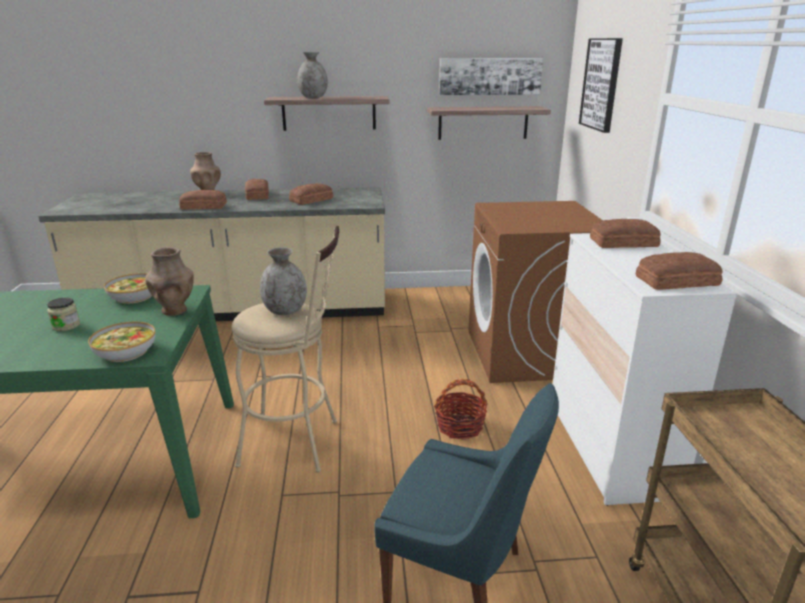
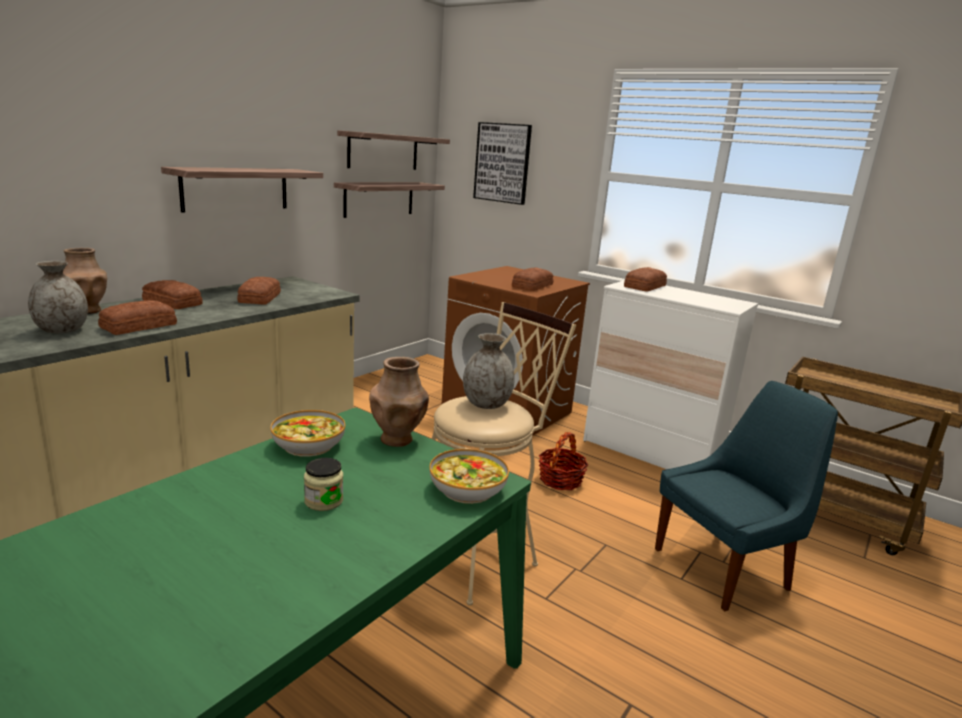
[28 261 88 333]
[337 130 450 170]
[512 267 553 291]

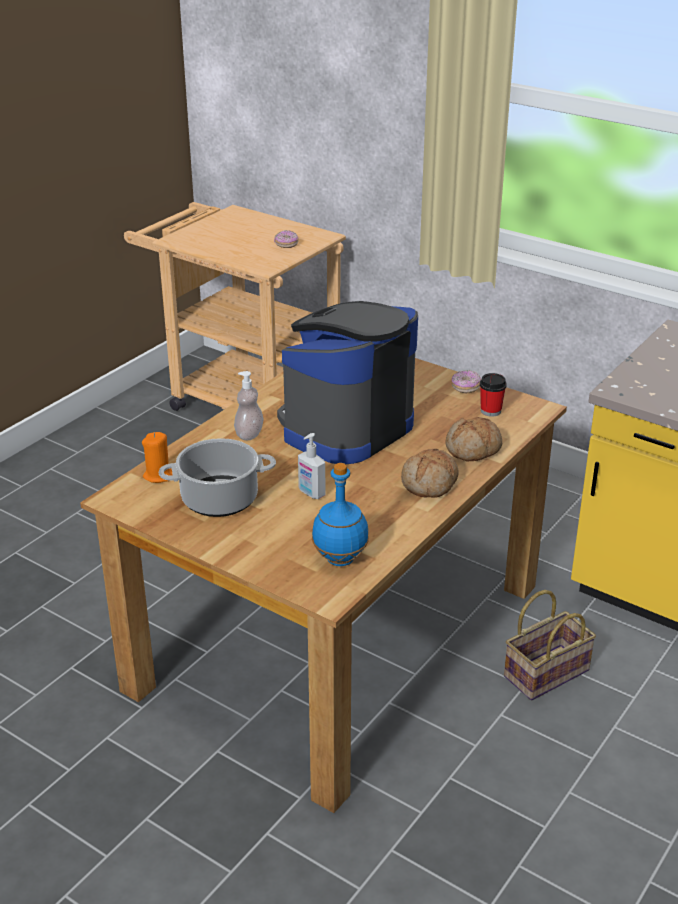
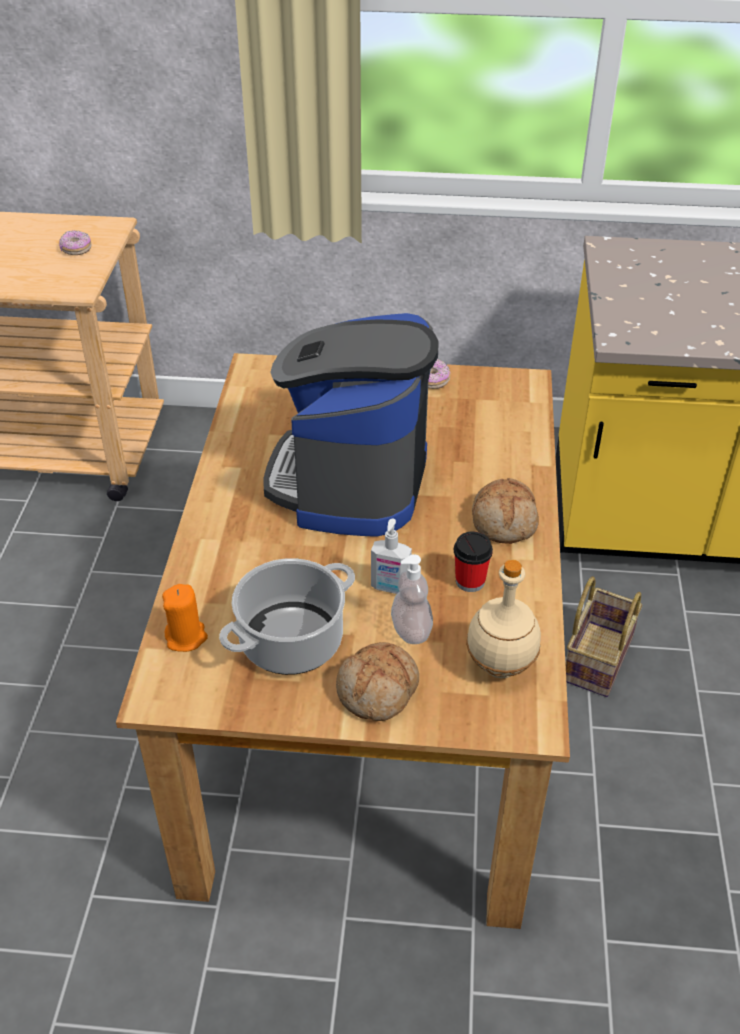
[336 642 419 721]
[391 554 433 644]
[454 532 493 592]
[466 560 541 678]

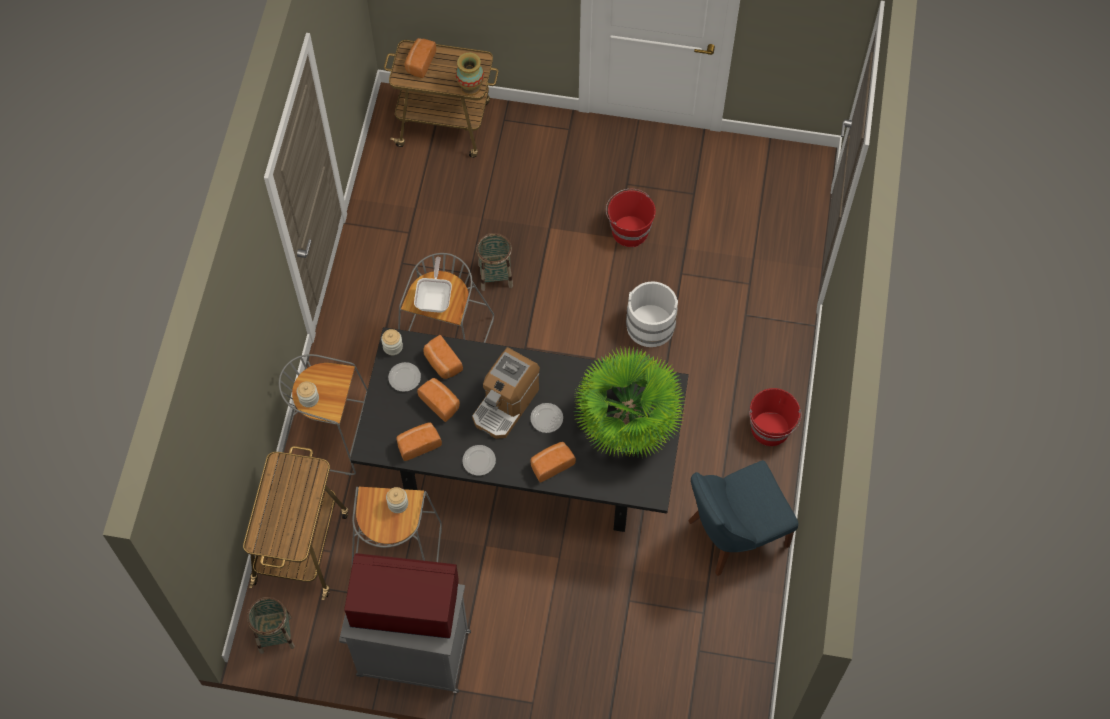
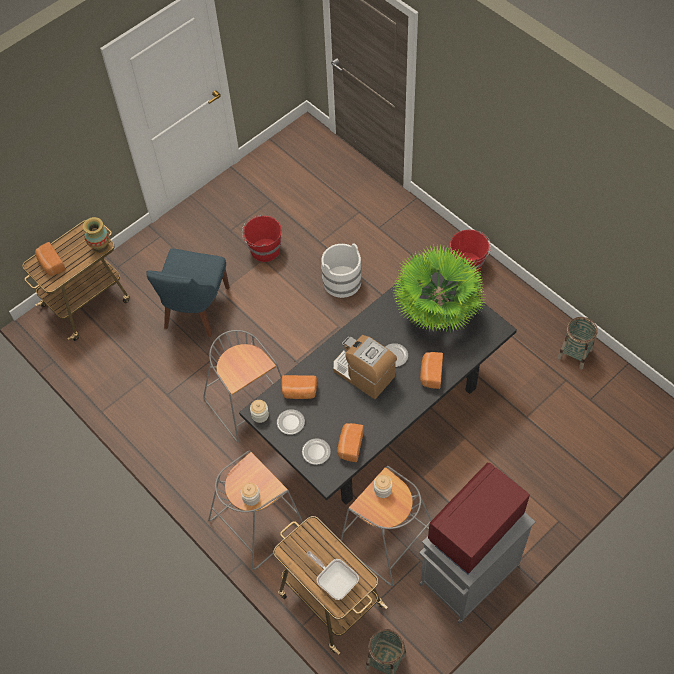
[146 248 229 337]
[302 438 331 465]
[306 551 359 600]
[333 335 397 399]
[558 317 597 369]
[417 378 460 422] (first image)

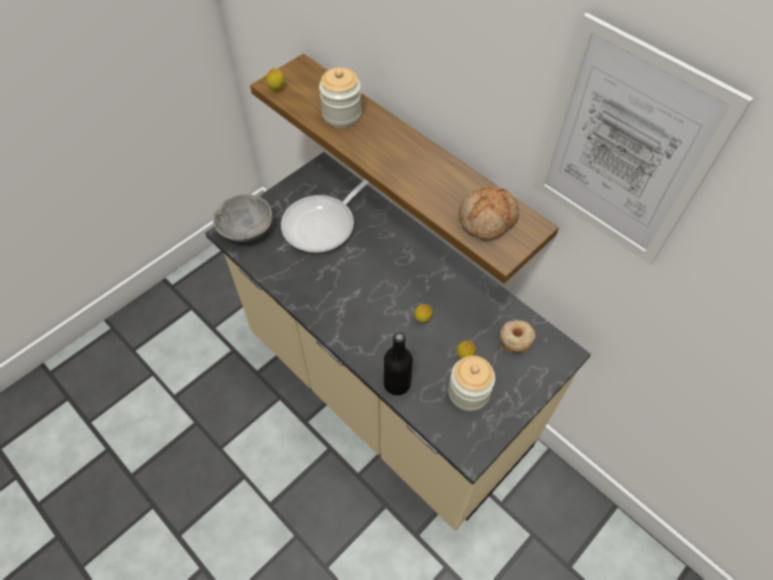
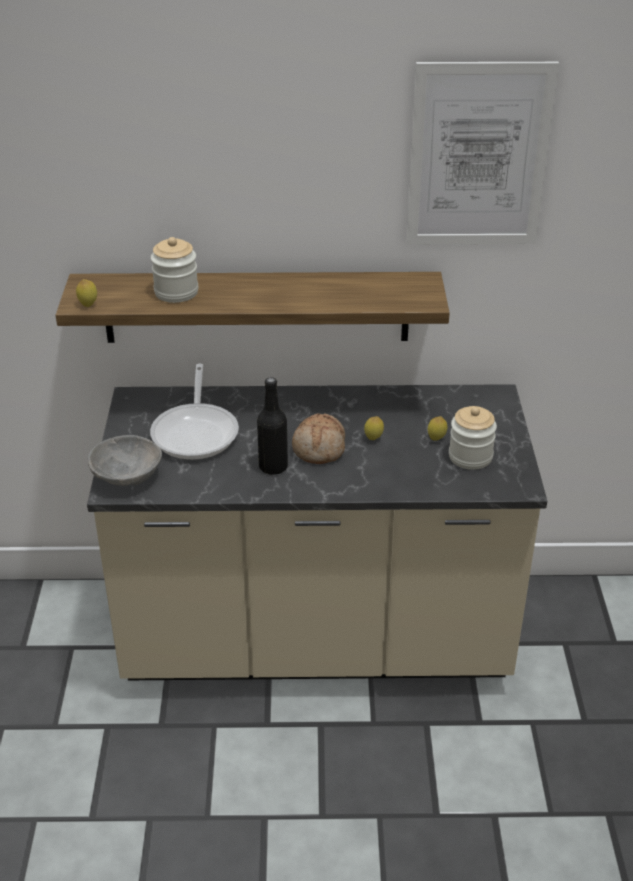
[257 377 288 475]
[292 413 345 464]
[500 320 536 353] (first image)

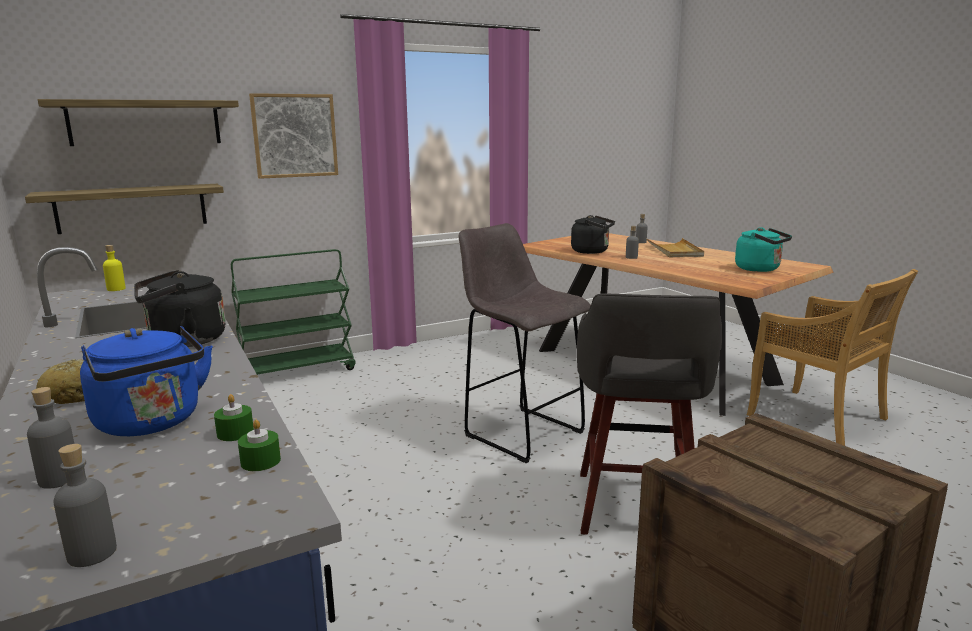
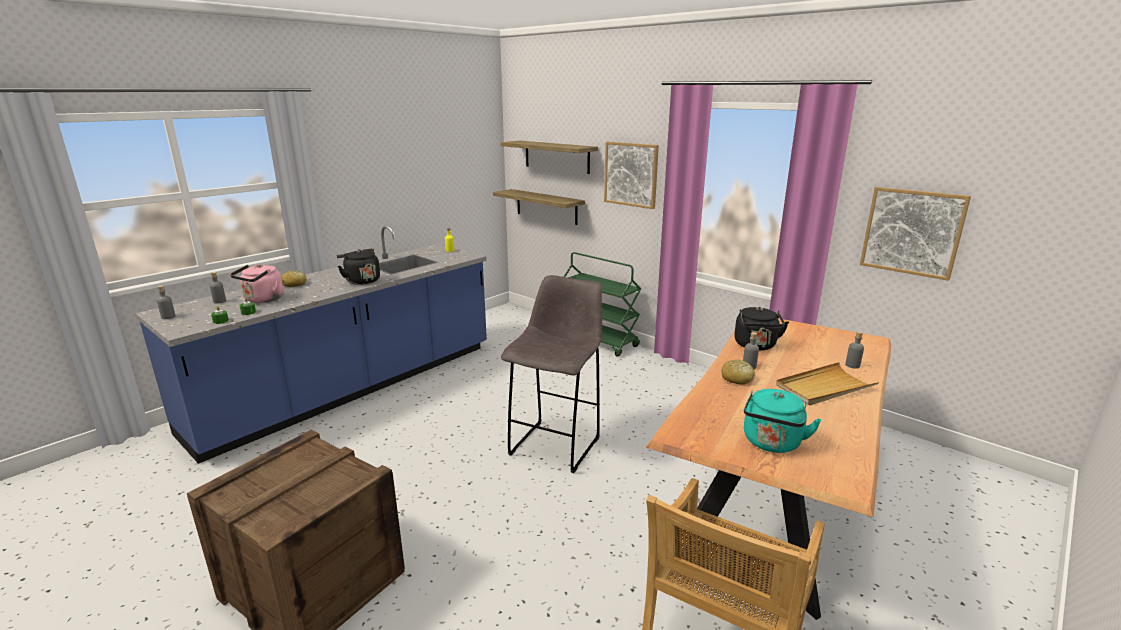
[230 264 283 303]
[721 359 755 385]
[860 187 971 281]
[577 293 723 535] (first image)

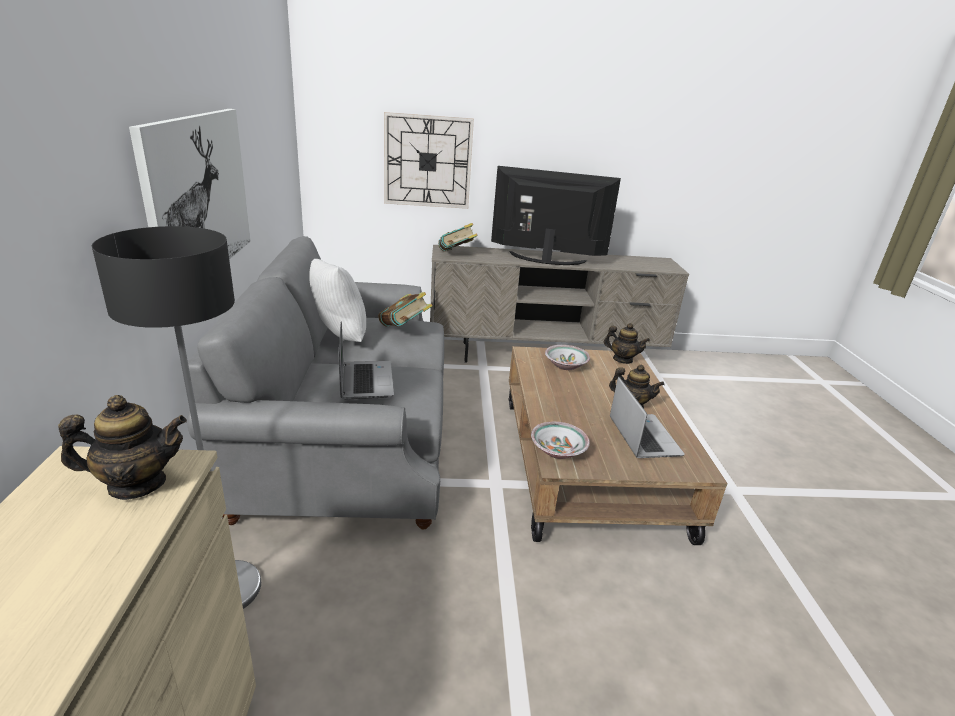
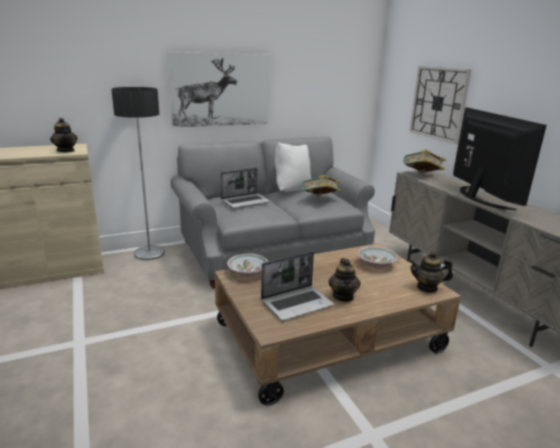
[409 251 453 293]

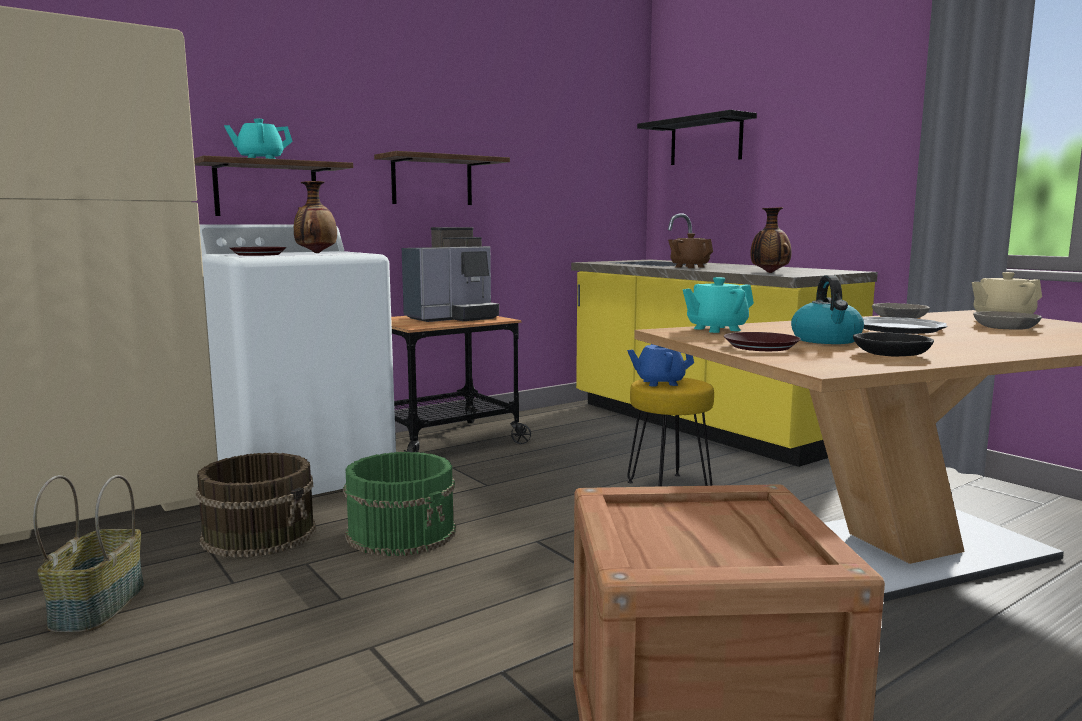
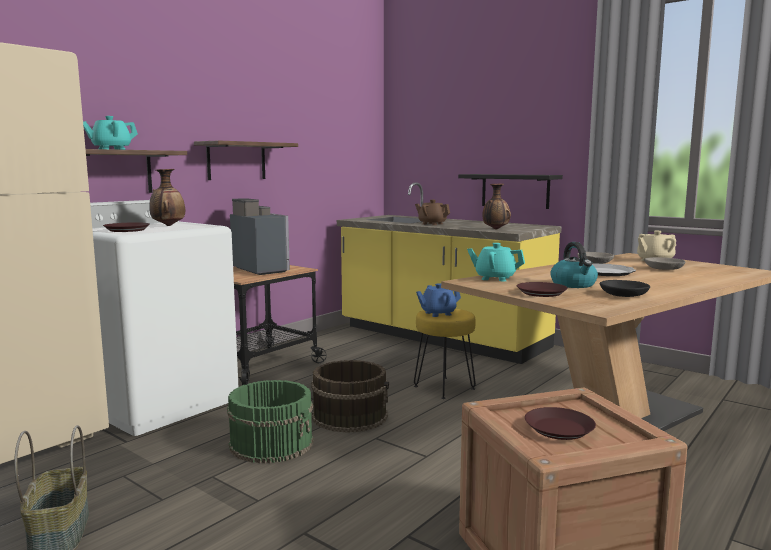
[230 198 290 275]
[311 360 389 433]
[458 174 563 209]
[467 243 525 282]
[525 407 596 440]

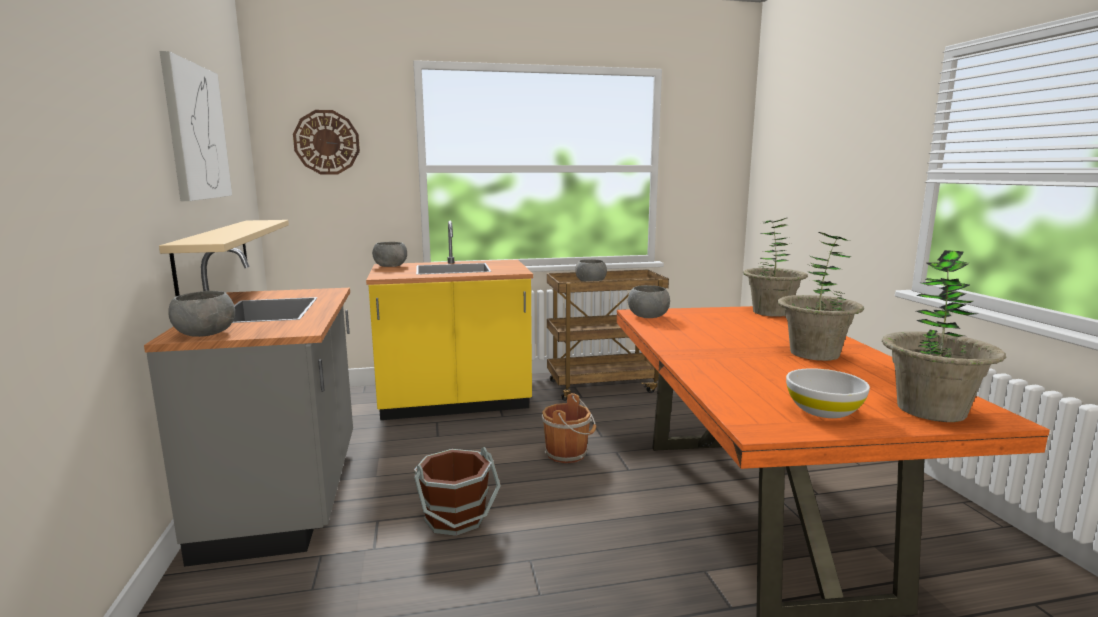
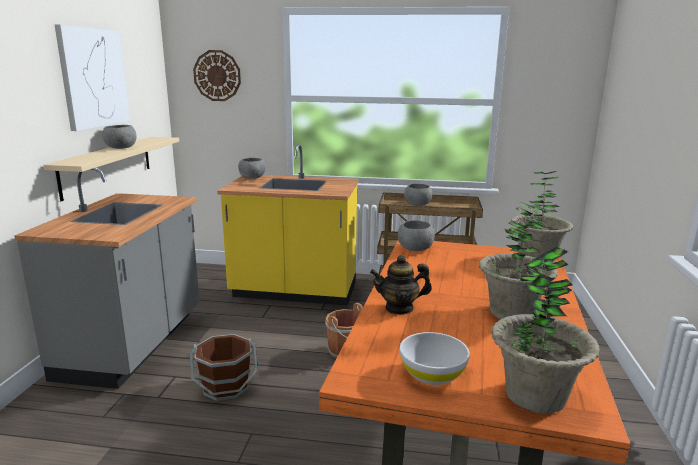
[102 125 137 149]
[370 255 432 315]

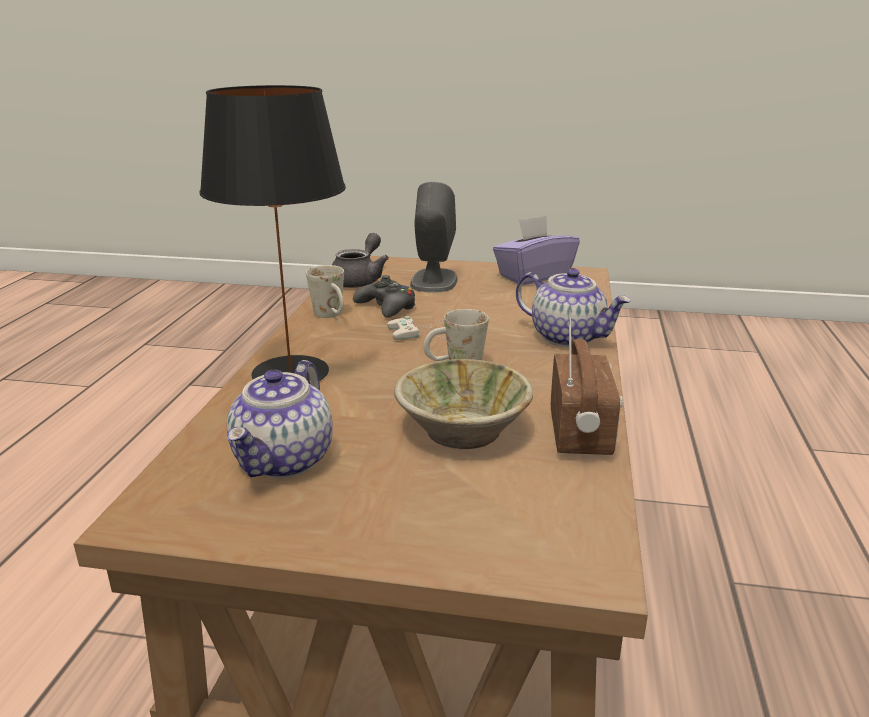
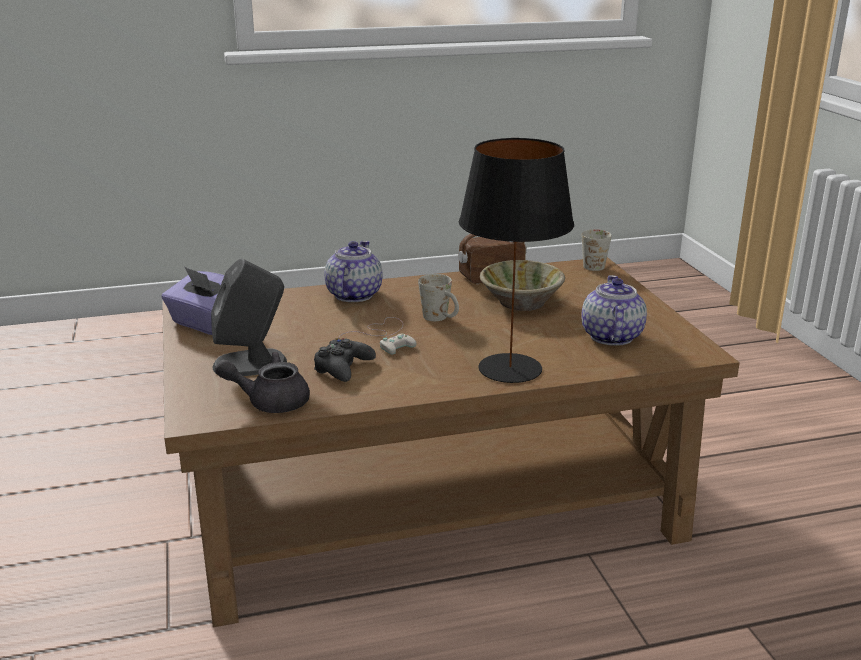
[581 275 647 346]
[582 229 612 271]

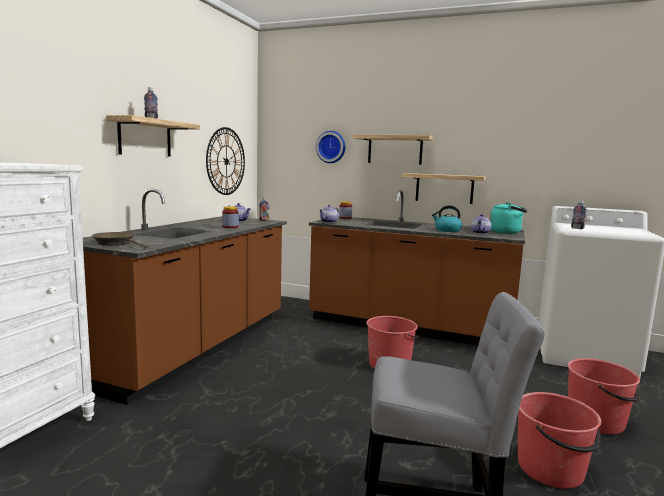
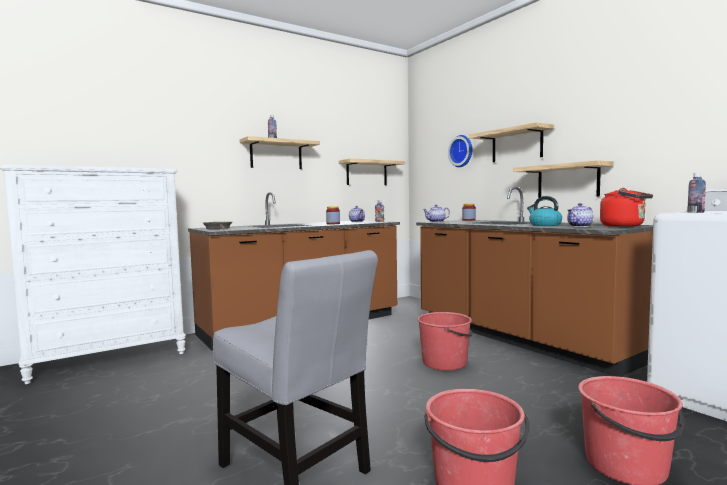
[339 159 405 185]
[600 188 653 227]

